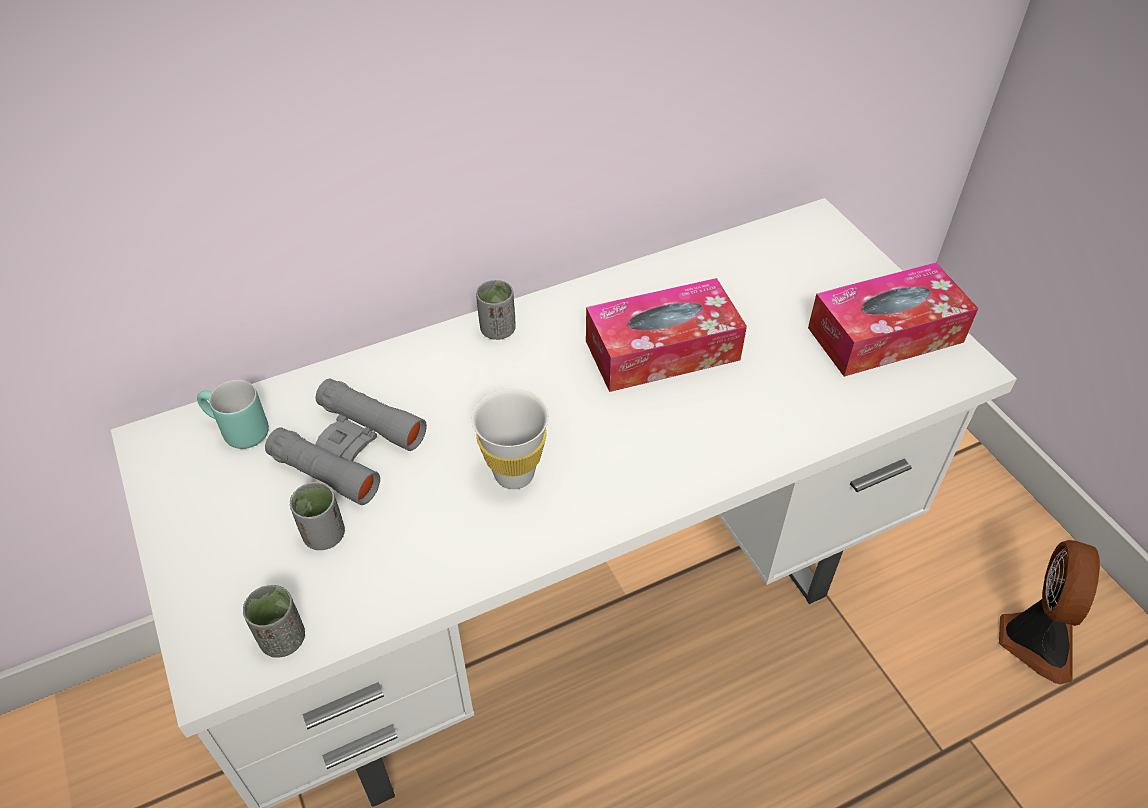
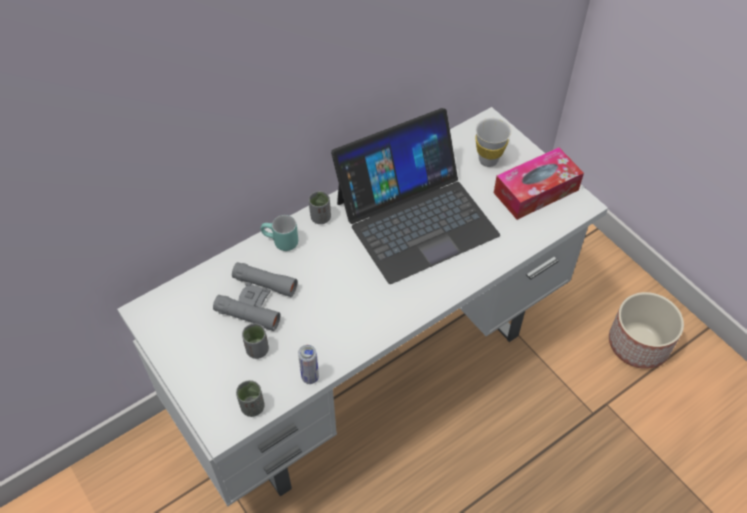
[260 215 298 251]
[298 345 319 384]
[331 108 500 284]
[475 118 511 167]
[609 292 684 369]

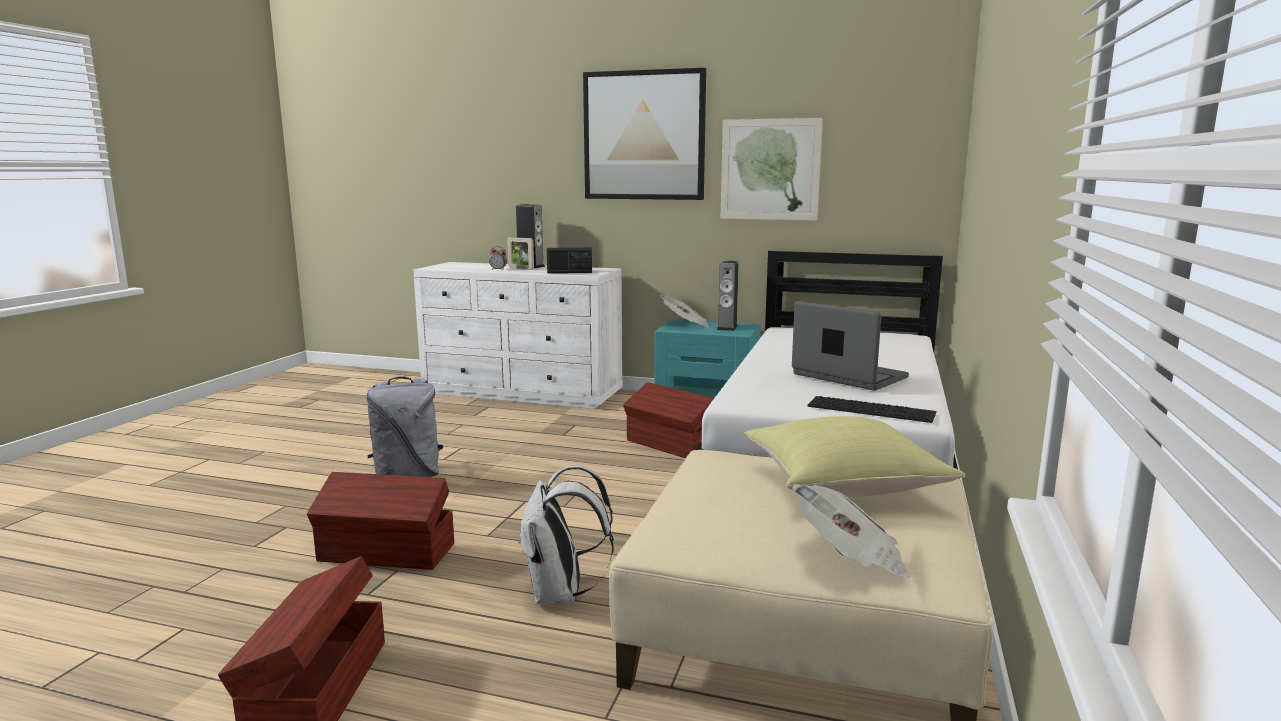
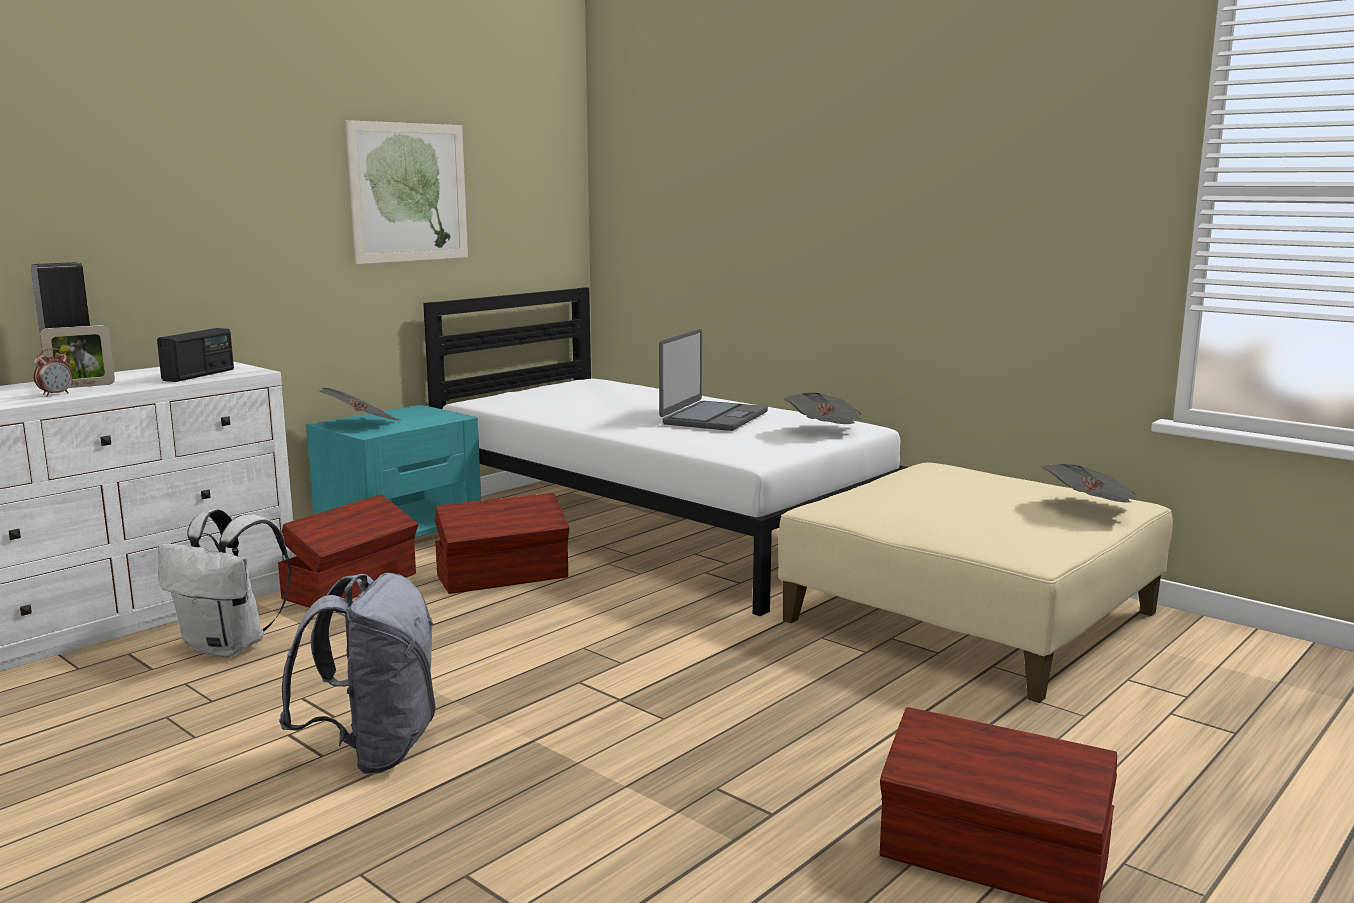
[158 509 291 658]
[278 494 418 608]
[659 329 768 431]
[784 393 862 424]
[583 68 706 200] (first image)
[717 261 739 331] (first image)
[744 416 966 497] (first image)

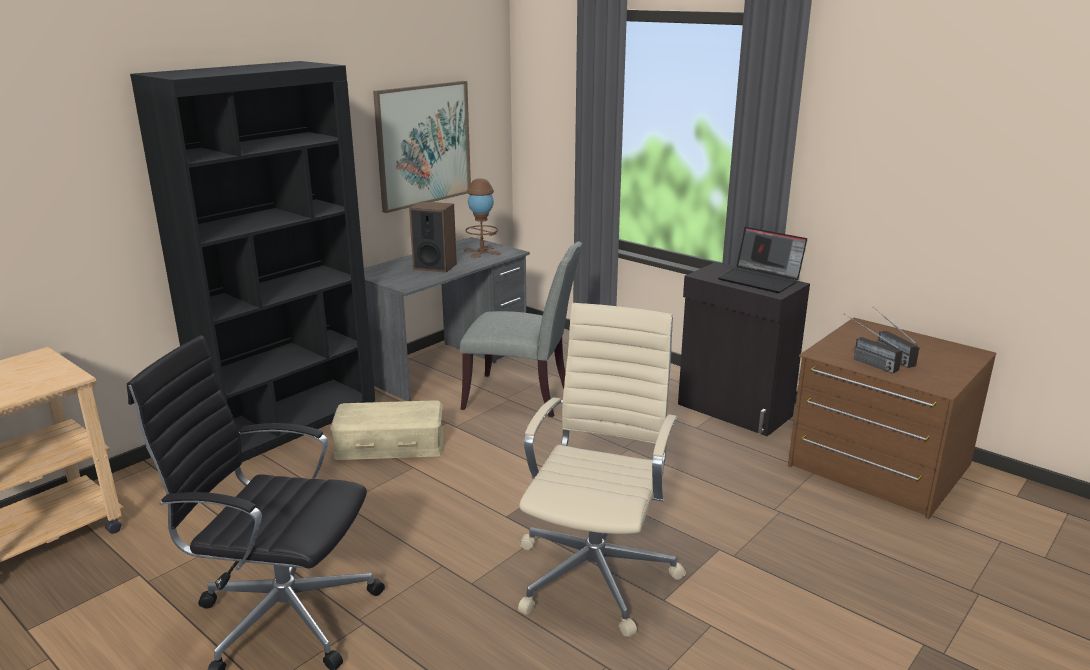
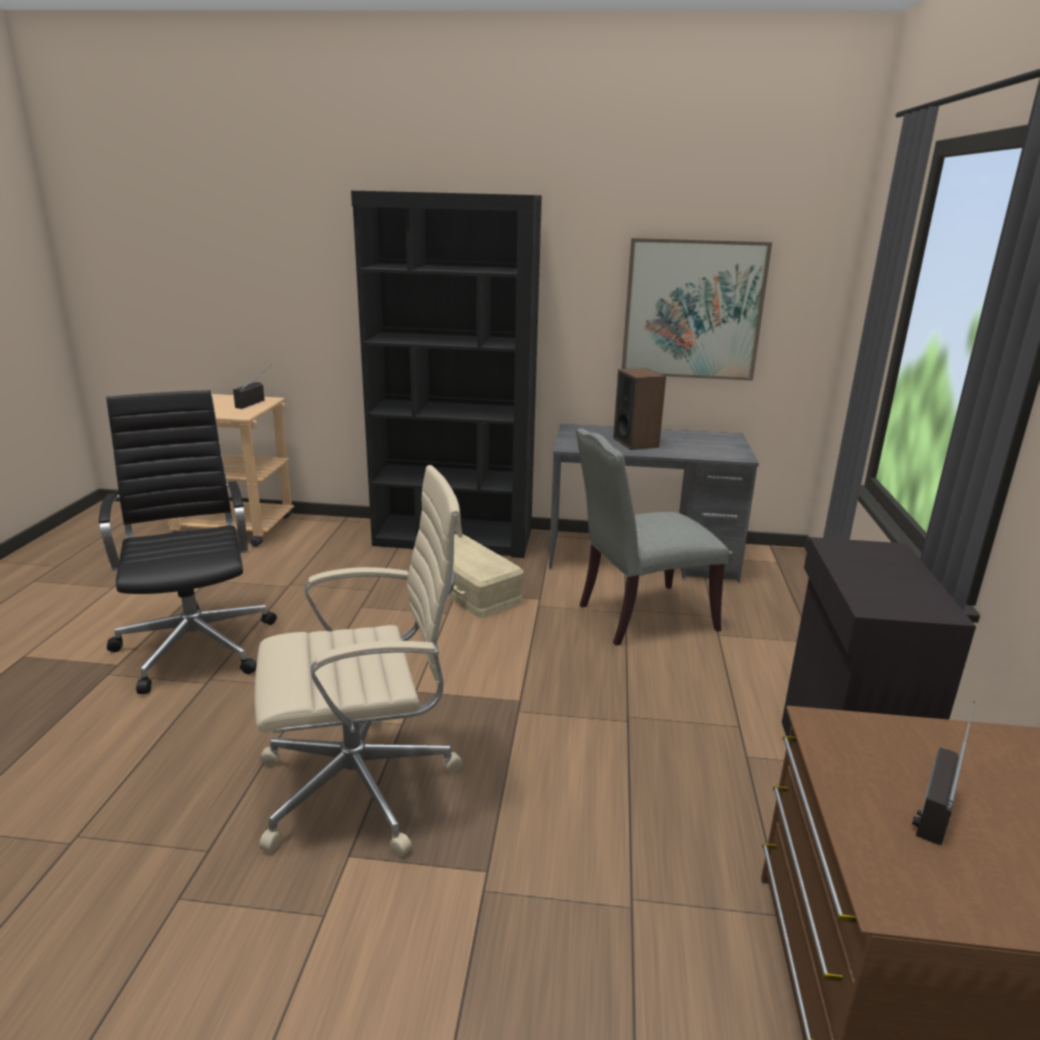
[233 365 272 409]
[576 428 729 646]
[464 178 501 258] (first image)
[718 227 807 293] (first image)

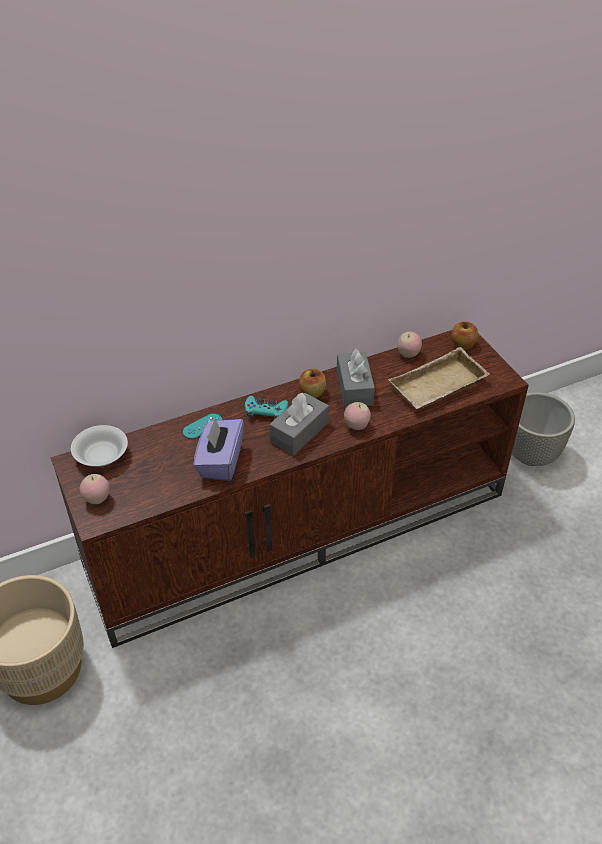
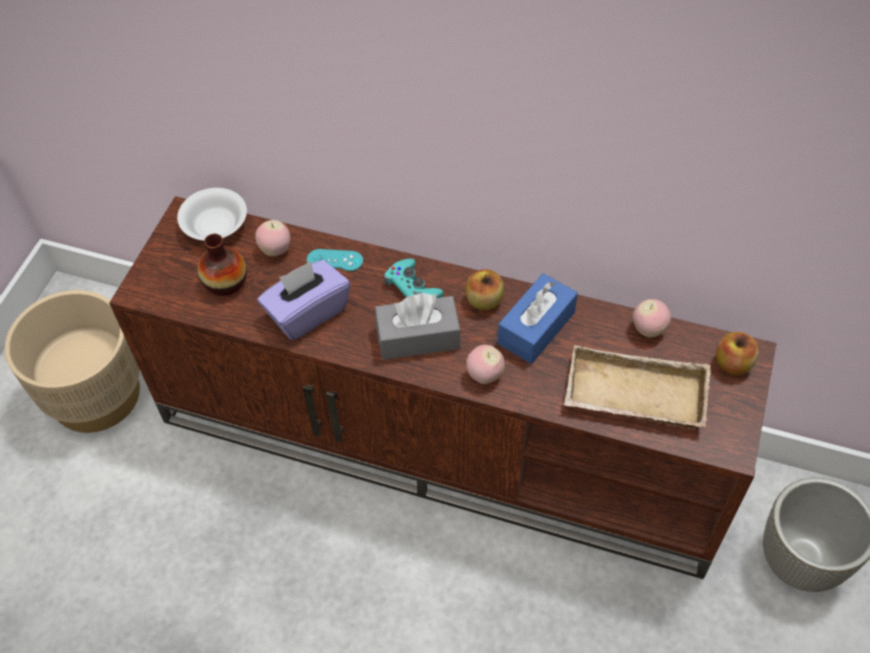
[198 234 247 296]
[255 220 290 256]
[497 273 578 364]

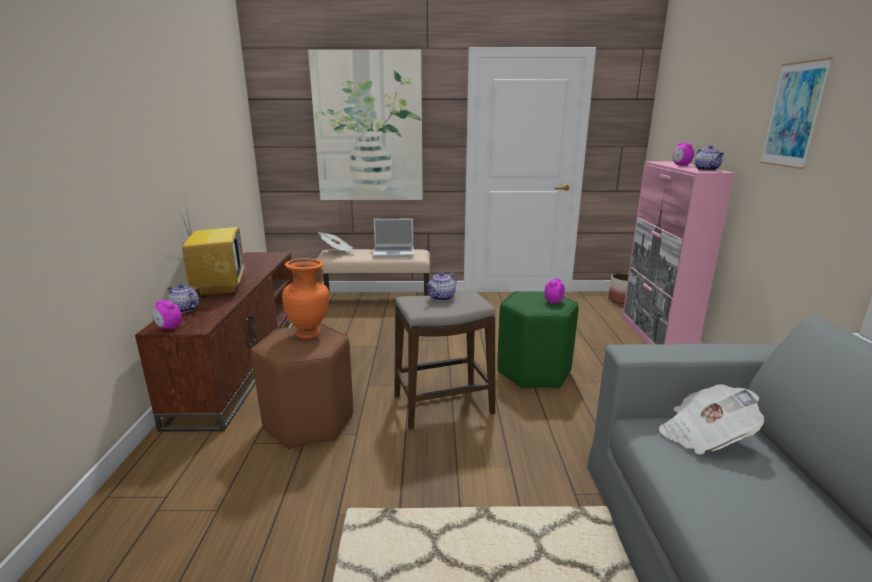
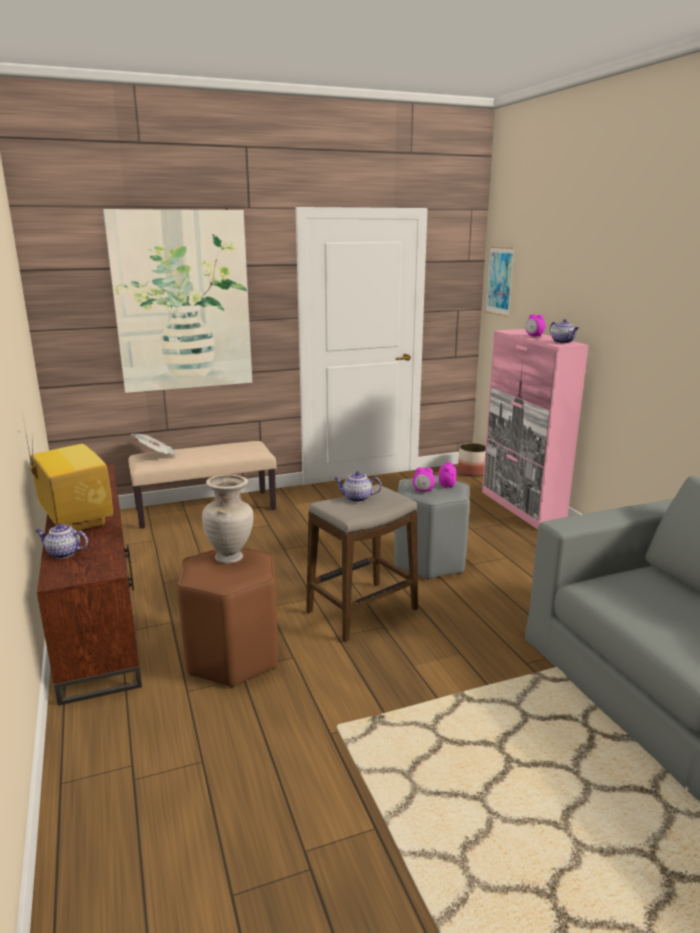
[202 475 254 564]
[334 471 382 502]
[394 475 470 580]
[413 467 435 492]
[485 246 515 317]
[373 218 413 257] (first image)
[659 384 764 455] (first image)

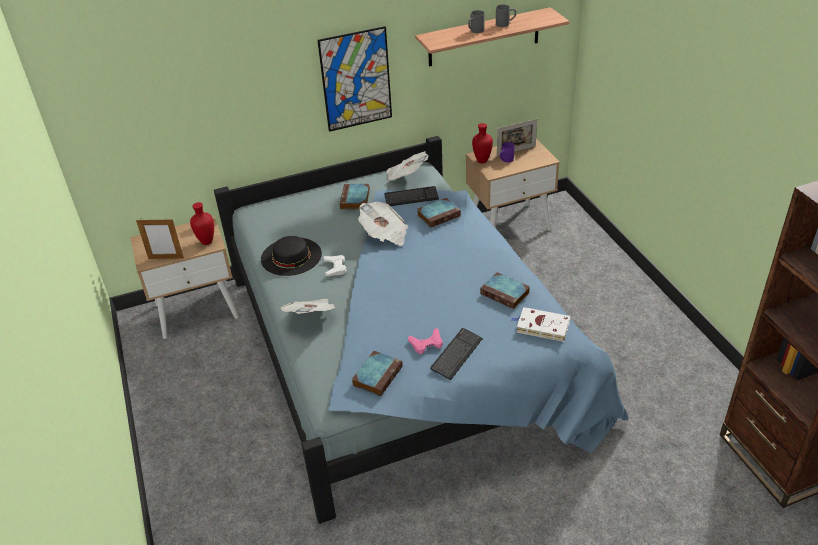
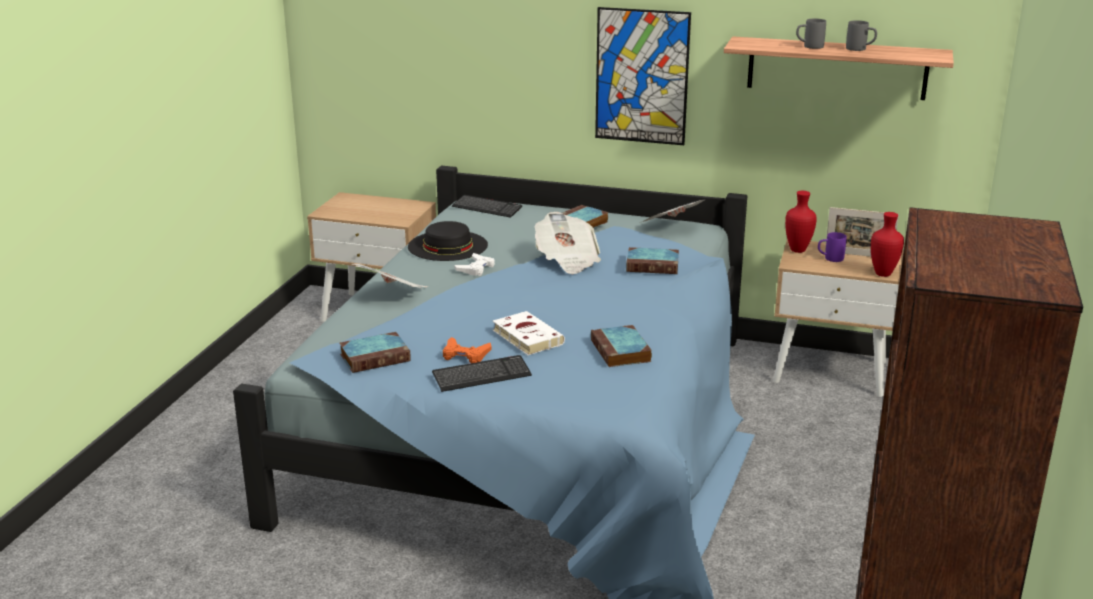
[443 337 492 363]
[452 195 522 218]
[492 311 565 355]
[871 212 904 277]
[136 219 184 259] (first image)

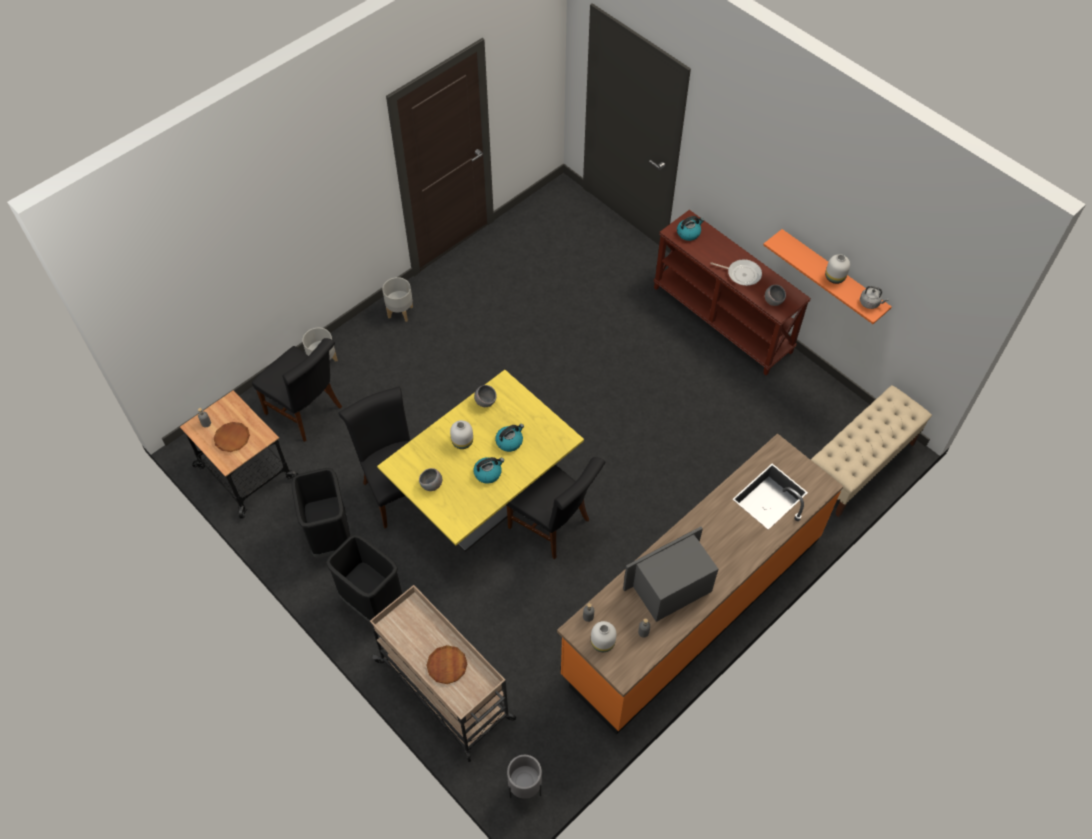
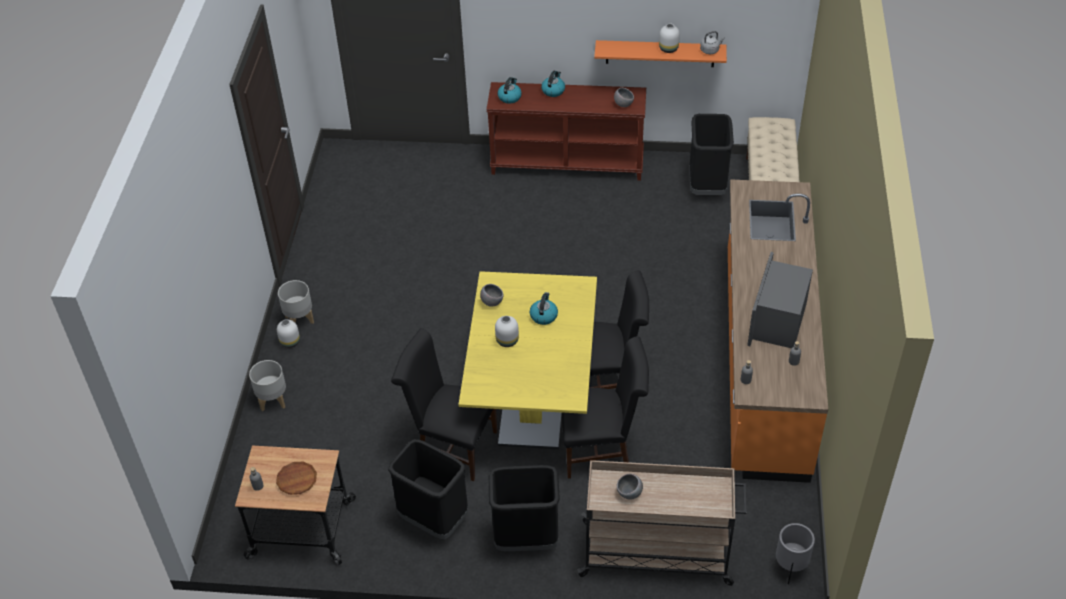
[277 320 300 348]
[541 71 565 97]
[562 336 649 479]
[617 474 643 500]
[689 114 734 195]
[426 645 467 684] (first image)
[710 259 762 286] (first image)

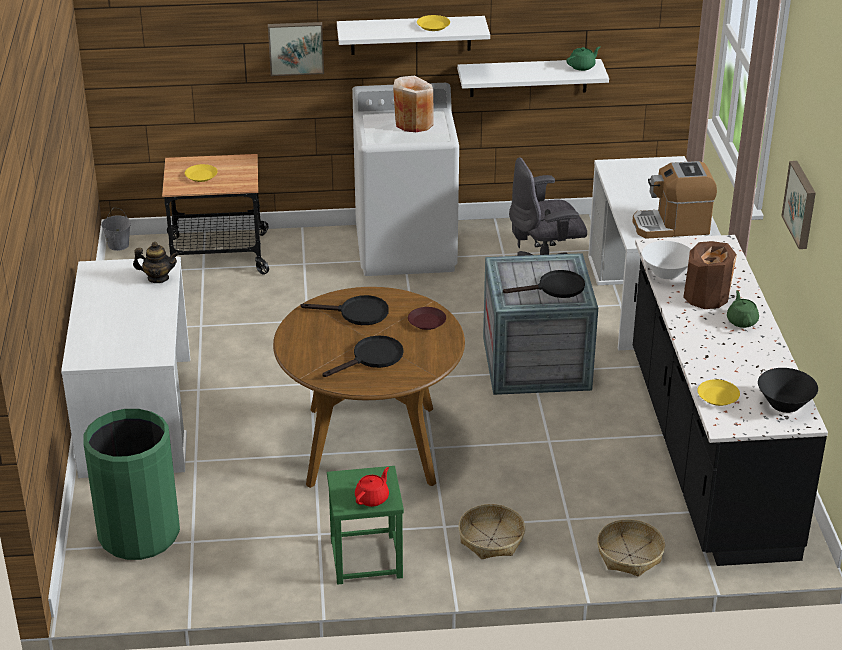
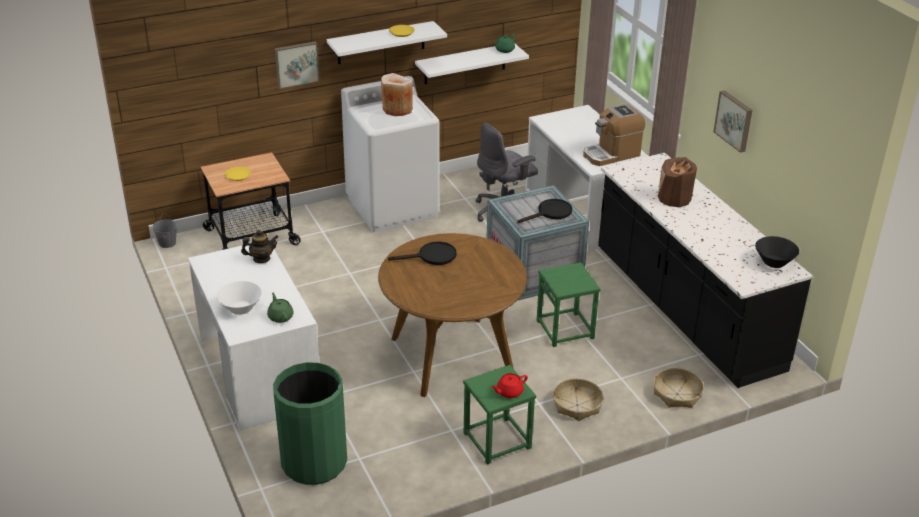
[217 281 262 315]
[267 293 294 323]
[491 373 528 398]
[536 263 600 347]
[323 336 403 377] (first image)
[408 307 446 330] (first image)
[697 379 740 406] (first image)

